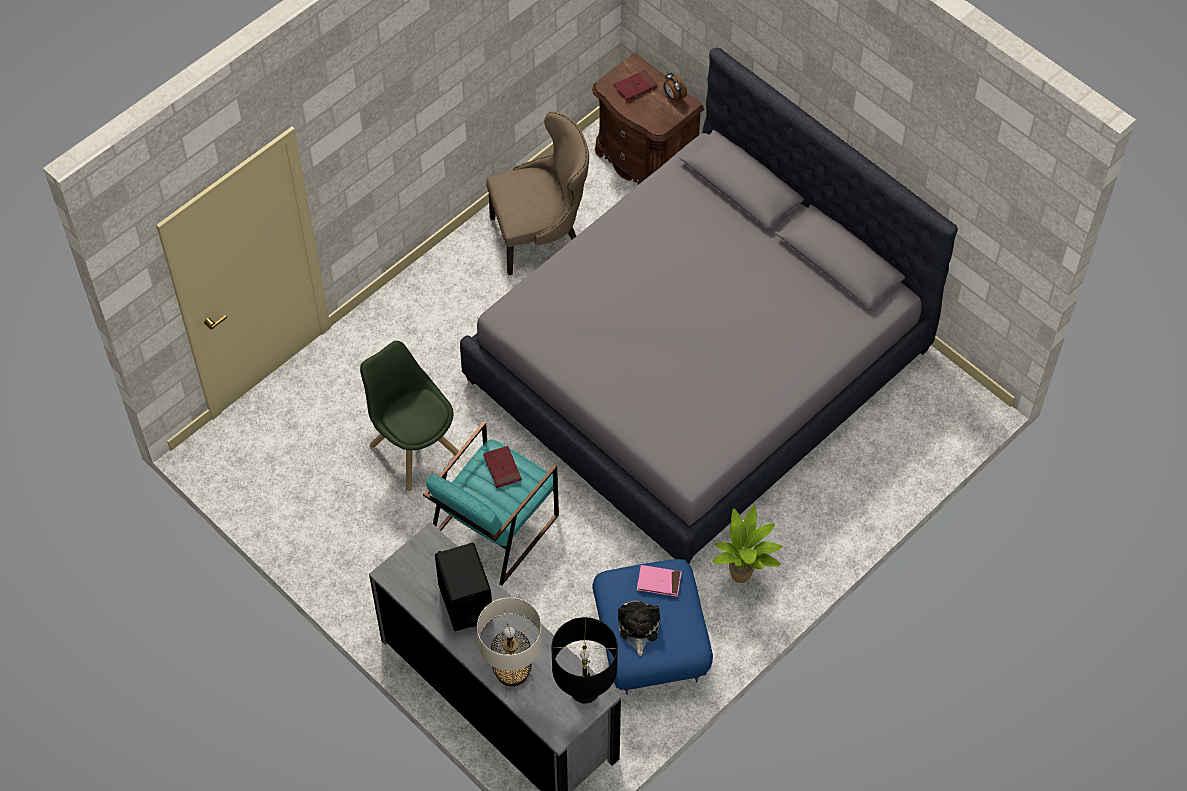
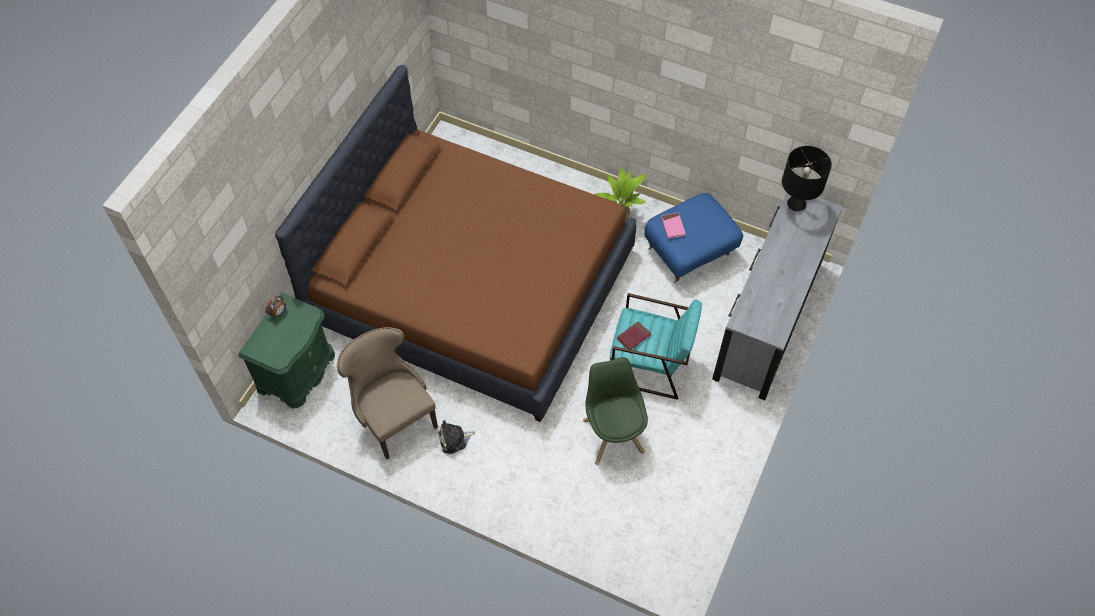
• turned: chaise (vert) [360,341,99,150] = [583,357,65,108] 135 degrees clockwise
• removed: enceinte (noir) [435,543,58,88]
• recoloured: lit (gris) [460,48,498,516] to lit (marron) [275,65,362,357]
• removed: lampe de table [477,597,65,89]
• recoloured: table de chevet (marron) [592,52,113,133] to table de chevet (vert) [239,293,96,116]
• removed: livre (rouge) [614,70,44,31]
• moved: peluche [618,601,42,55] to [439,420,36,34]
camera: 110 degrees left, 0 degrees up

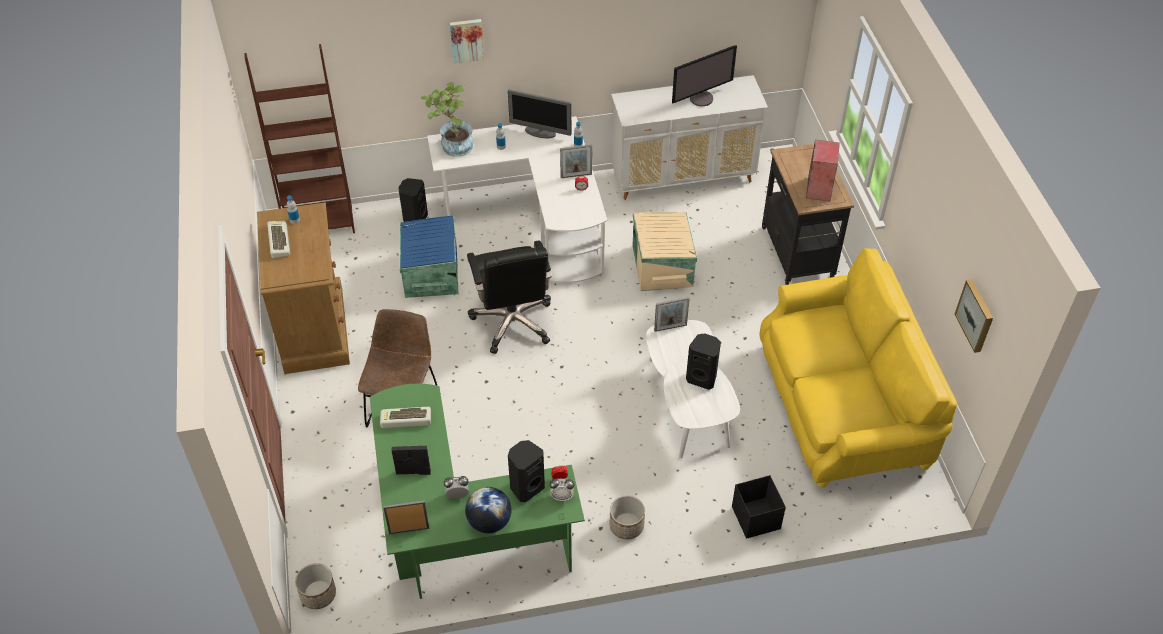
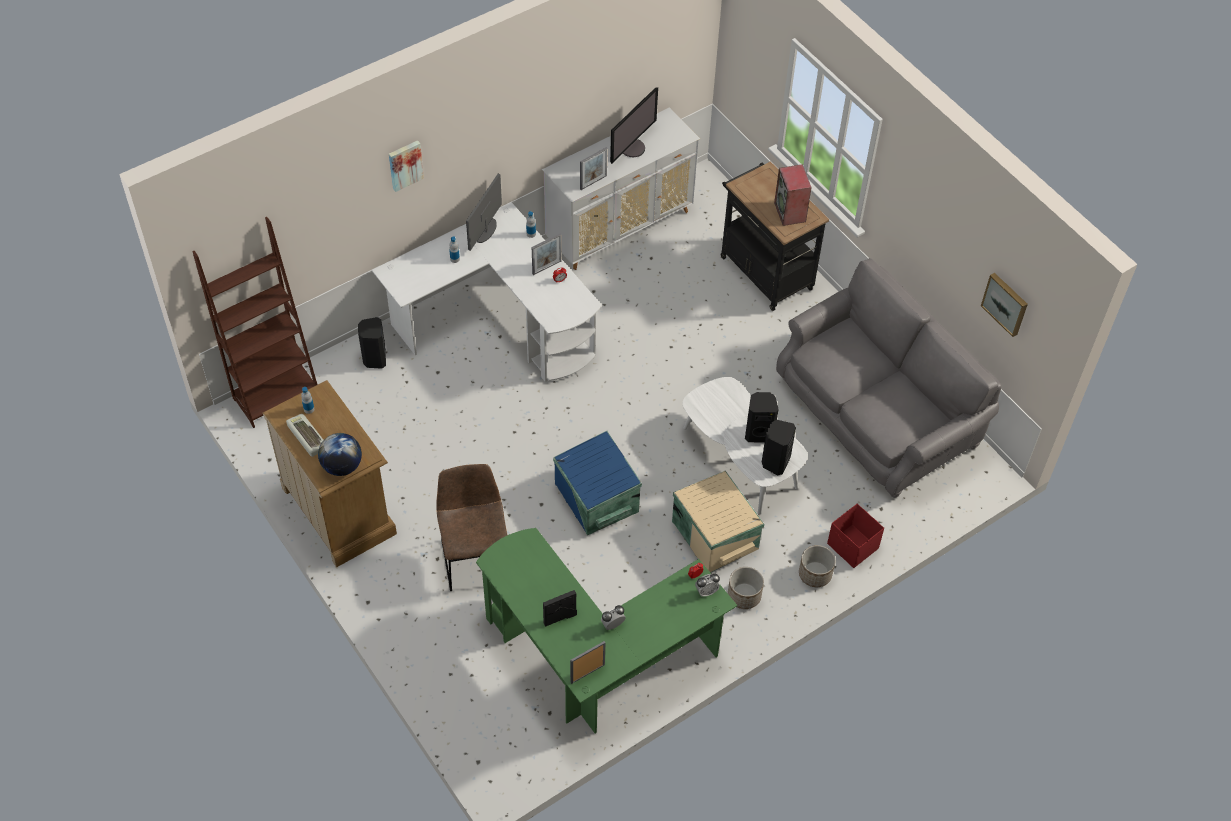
• moved: cache-pot [295,563,41,46] to [799,545,37,42]
• removed: clavier [380,407,51,21]
• moved: boîte de rangement (bleu) [400,215,59,83] to [553,431,89,104]
• removed: plante en pot [421,82,53,75]
• moved: globe [465,487,46,46] to [318,433,44,43]
• removed: chaise de bureau (noir) [467,241,85,113]
• turned: écran d'ordinateur [508,90,64,48] = [466,174,36,77] 120 degrees clockwise
• moved: enceinte (noir) [508,440,37,62] to [762,420,34,55]
• moved: boîte de rangement (beige) [632,212,65,79] to [672,470,92,103]
• moved: cadre photo [654,297,36,35] to [580,147,28,43]
• recoloured: boîte de rangement (noir) [732,475,54,64] to boîte de rangement (rouge) [827,504,57,64]
• recoloured: canapé (jaune) [759,248,198,240] to canapé (gris) [776,258,225,240]
camera: 25 degrees left, 5 degrees up

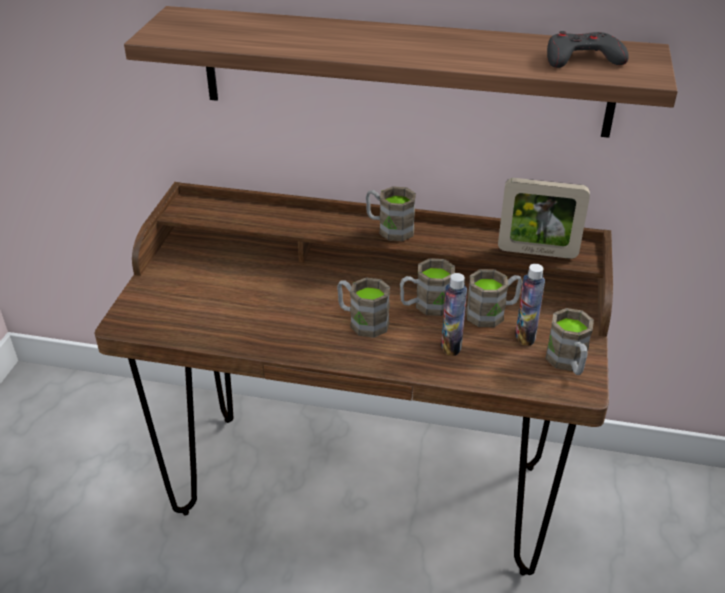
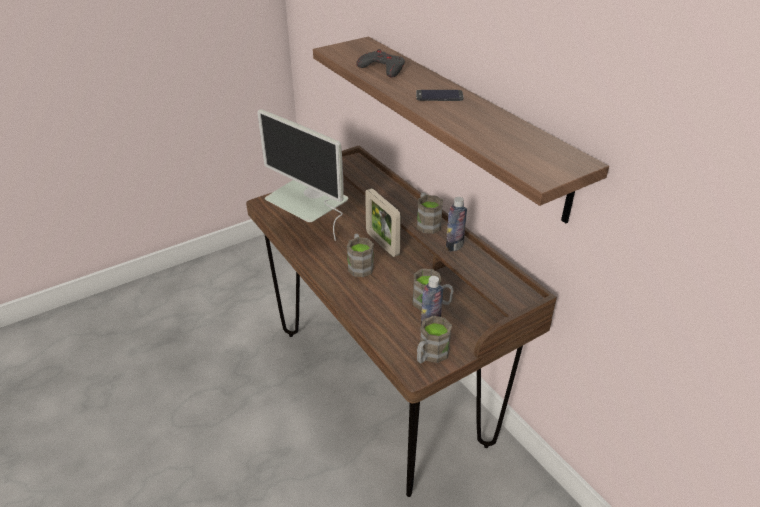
• removed: mug (marron) [400,258,55,58]
• moved: bouteille [441,273,26,83] to [446,197,21,55]
• moved: cadre photo [498,178,92,81] to [365,188,36,69]
• moved: manette (gris) [547,31,82,37] to [356,49,49,29]
• added: écran d'ordinateur [257,109,91,132]
• added: téléphone [416,90,48,11]
camera: 45 degrees right, 0 degrees up

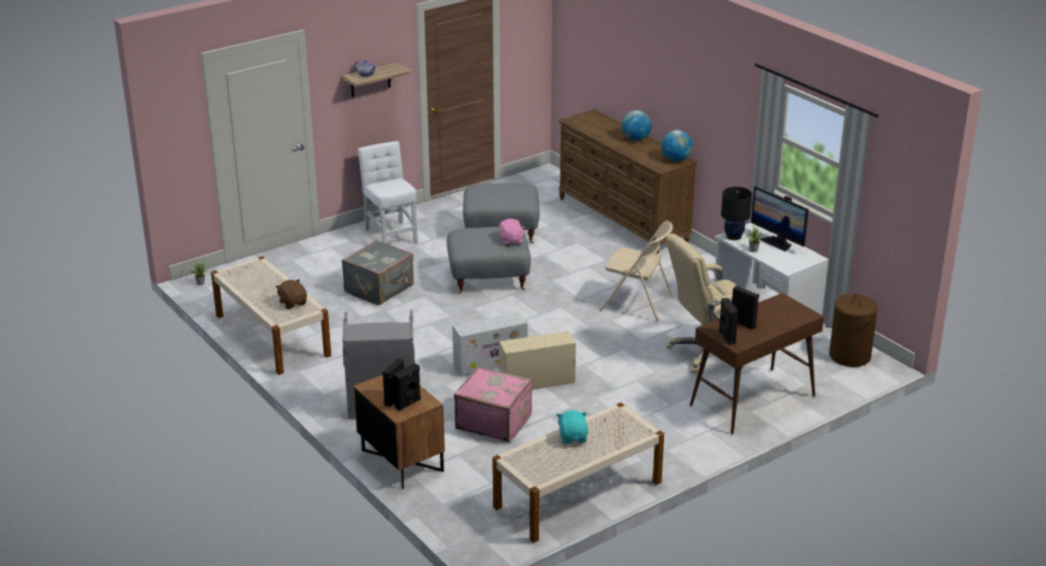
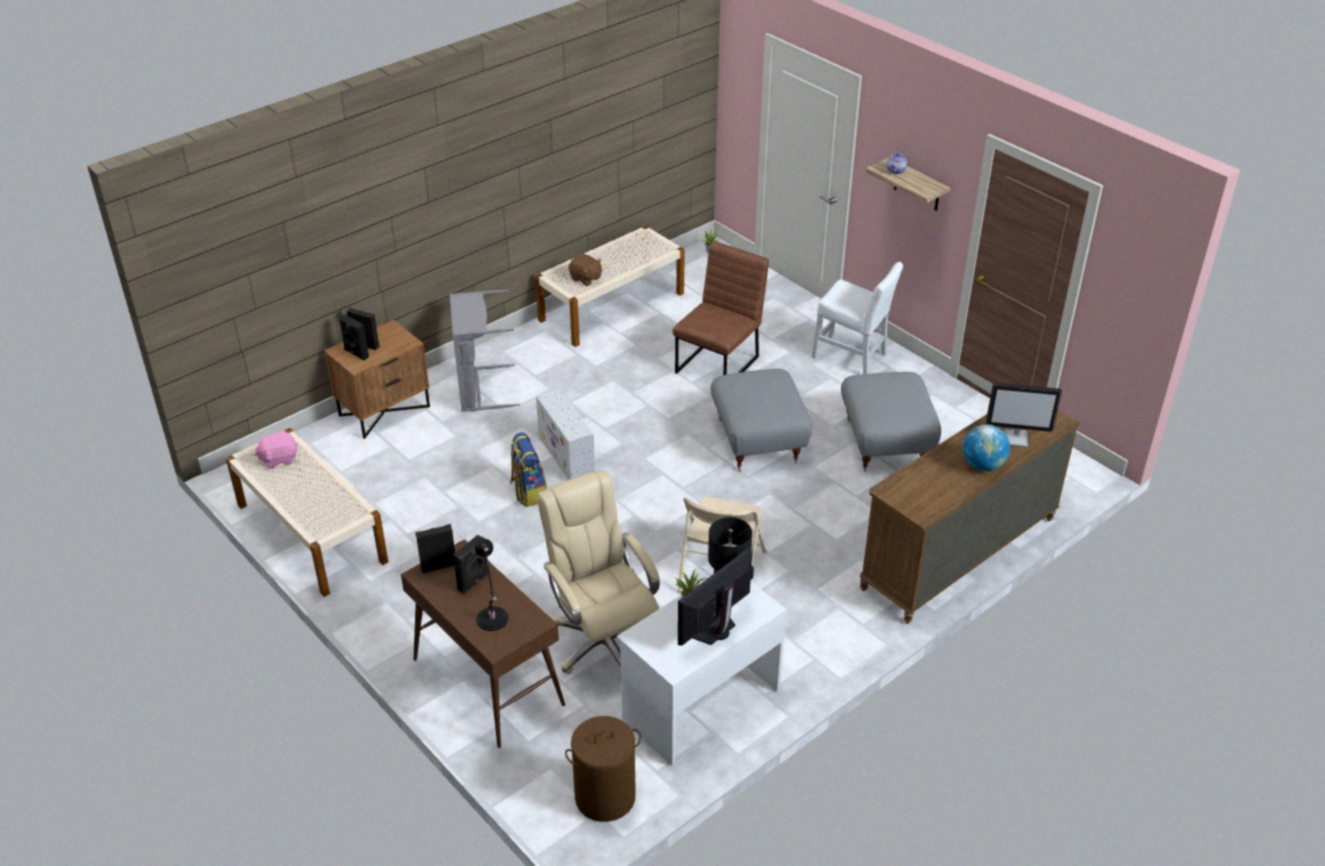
• turned: peluche (marron) [276,279,31,30] = [568,254,34,32] 75 degrees clockwise
• replaced: valise (gris) [341,240,73,65] to chaise (marron) [673,241,96,134]
• turned: chaise (blanc) [358,141,60,103] = [811,262,92,112] 60 degrees clockwise
• removed: valise (rose) [454,366,79,76]
• moved: peluche (rose) [499,219,26,27] to [254,431,44,38]
• replaced: boîte de rangement (beige) [499,331,77,59] to sac à dos [510,432,37,75]
• removed: peluche (turquoise) [557,410,31,34]
• removed: globe [661,130,32,32]
• added: lampe de table (noir) [475,539,33,92]
• added: écran d'ordinateur [986,382,76,65]
camera: 85 degrees right, 10 degrees up

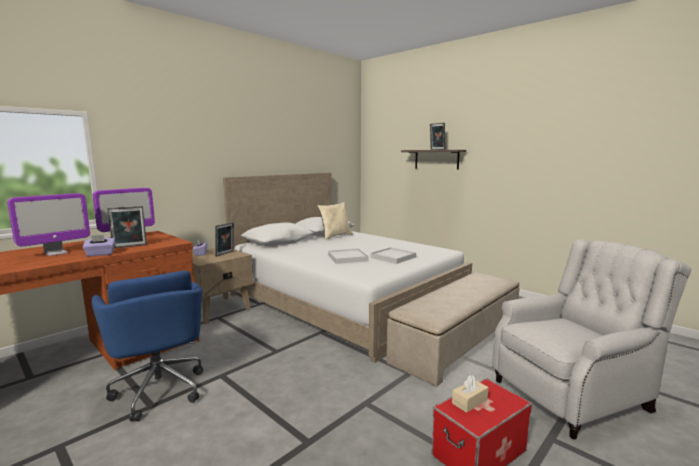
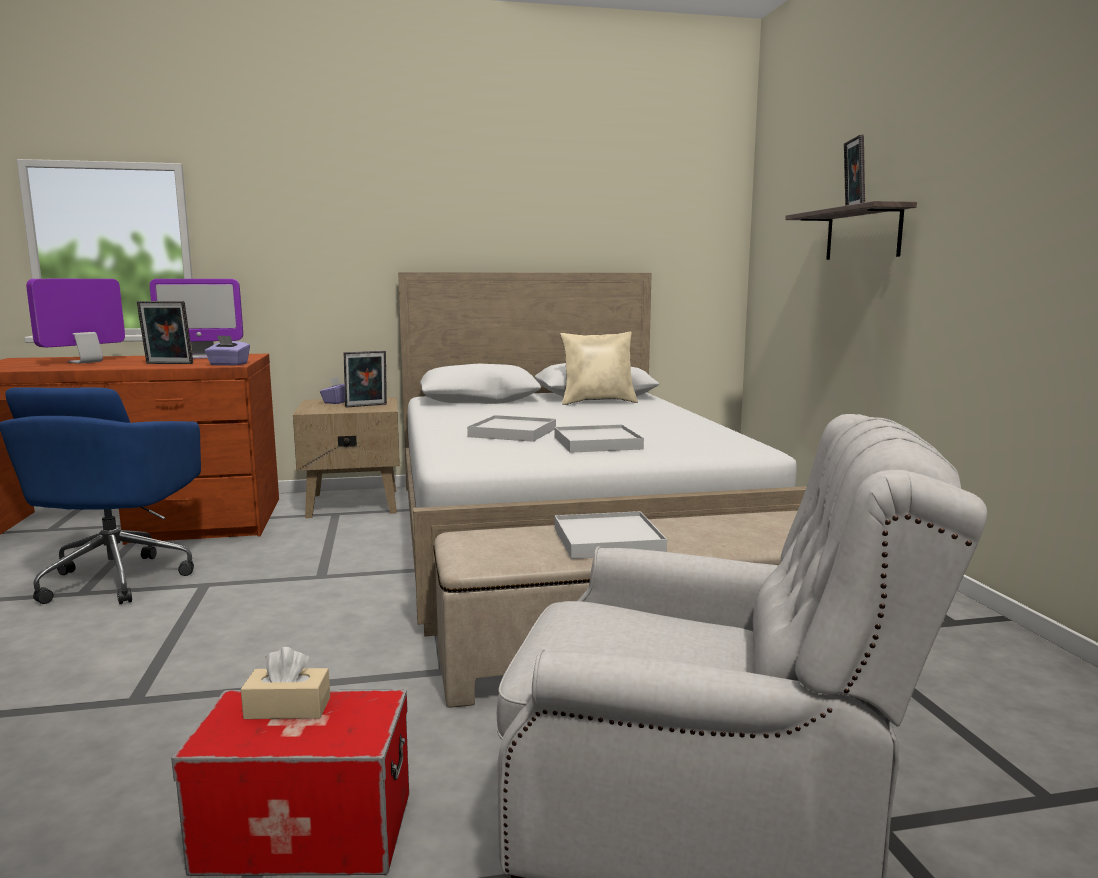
• turned: écran d'ordinateur [7,193,83,63] = [26,279,99,85] 135 degrees clockwise
• moved: boîte à mouchoirs (violet) [83,235,32,22] to [205,335,45,31]
• added: plateau (blanc) [555,511,112,48]
camera: 35 degrees right, 0 degrees up

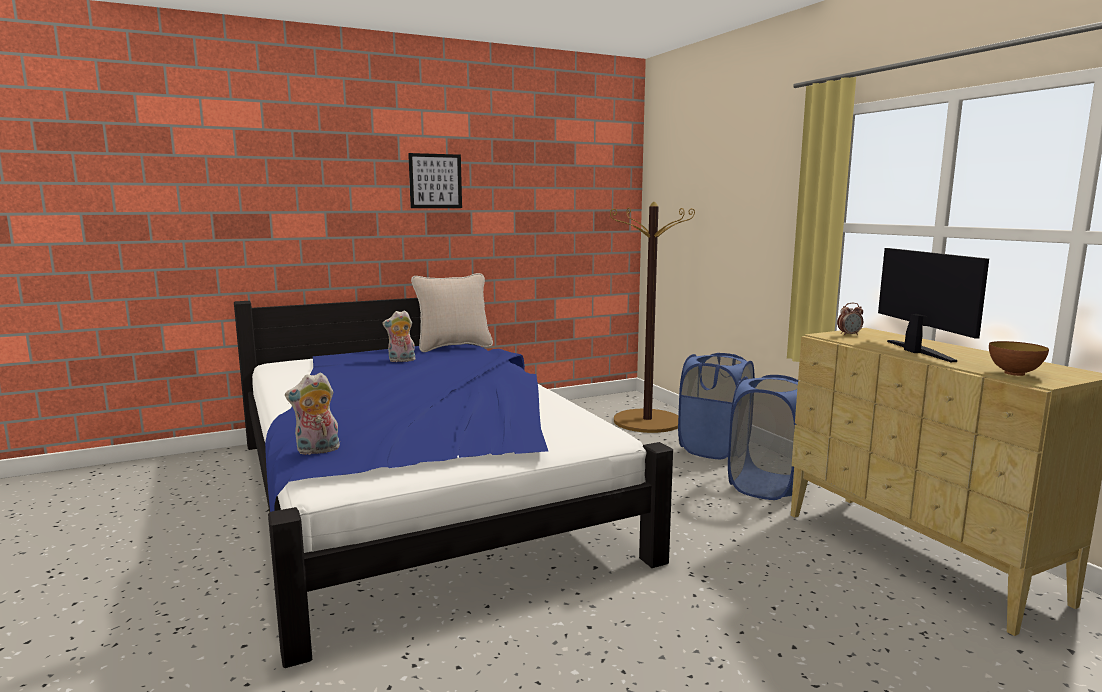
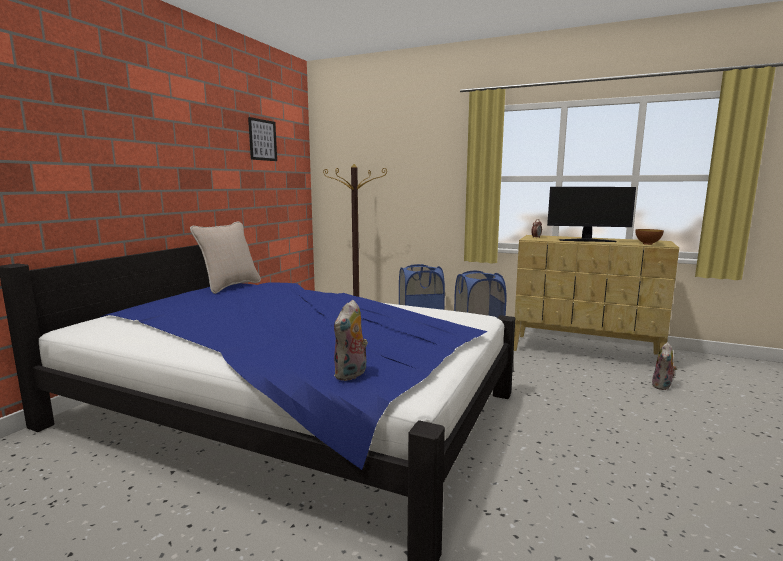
• moved: peluche [382,310,33,52] to [651,342,27,48]
• moved: tableau [408,153,54,55] to [248,117,29,44]
• turned: écran d'ordinateur [878,248,111,114] = [547,187,89,55] 150 degrees clockwise
camera: 40 degrees left, 0 degrees up

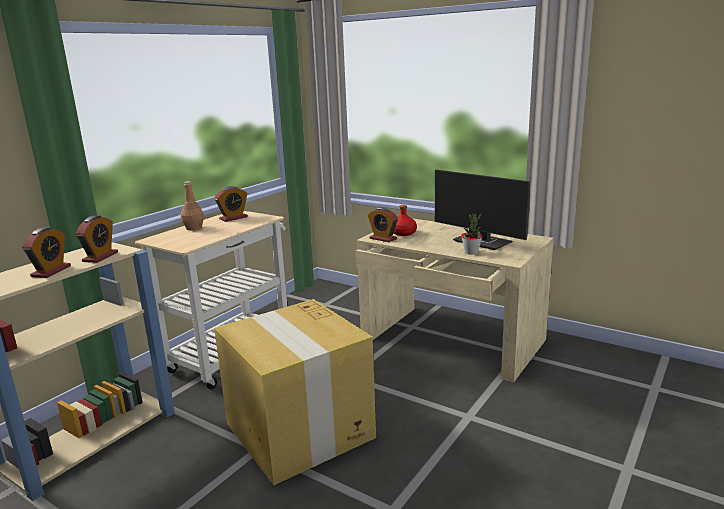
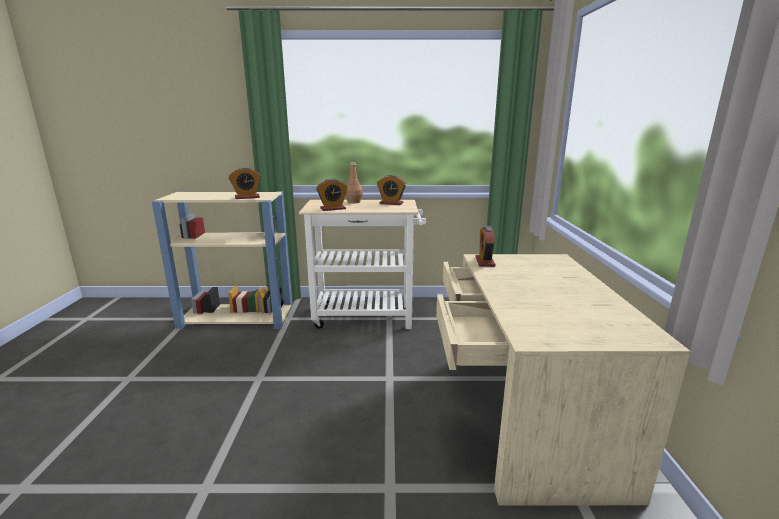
• moved: réveil [22,227,49,51] to [316,178,32,33]
• removed: carton [214,299,162,186]
• removed: bouteille (rouge) [394,205,23,31]
• removed: écran d'ordinateur [435,169,95,81]
• removed: plante en pot [461,213,21,42]
camera: 55 degrees right, 0 degrees up

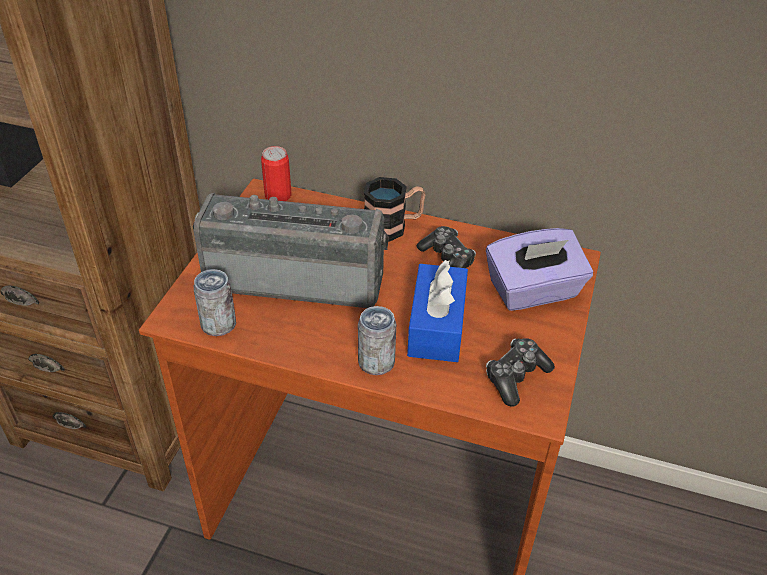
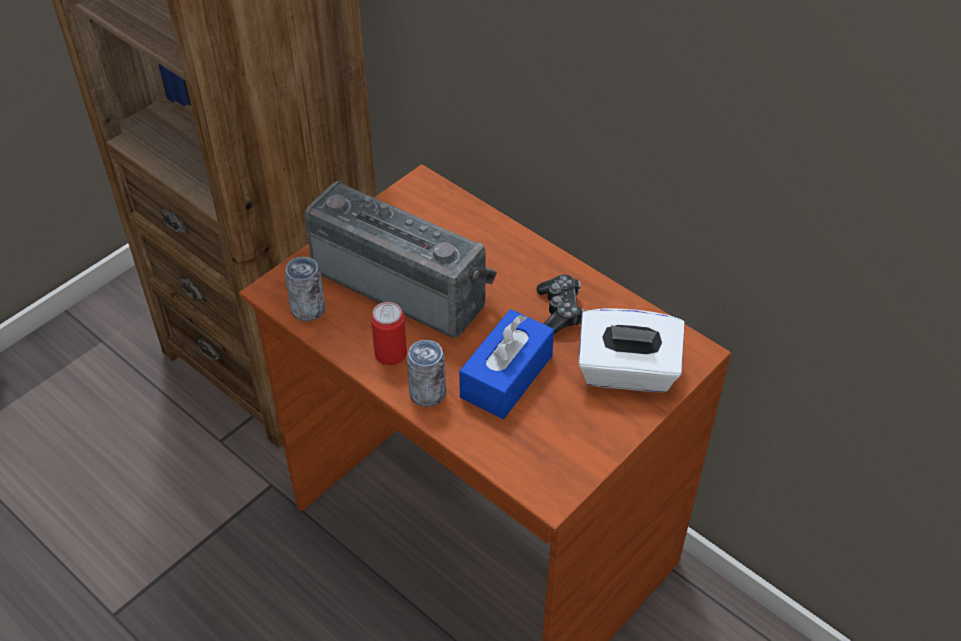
• moved: boîte métallique [261,146,31,55] to [371,302,36,63]
• removed: mug [364,177,61,65]
• recoloured: boîte à mouchoirs (violet) [486,228,107,83] to boîte à mouchoirs (blanc) [578,309,106,83]
• removed: manette [486,338,69,68]
camera: 25 degrees right, 5 degrees up

